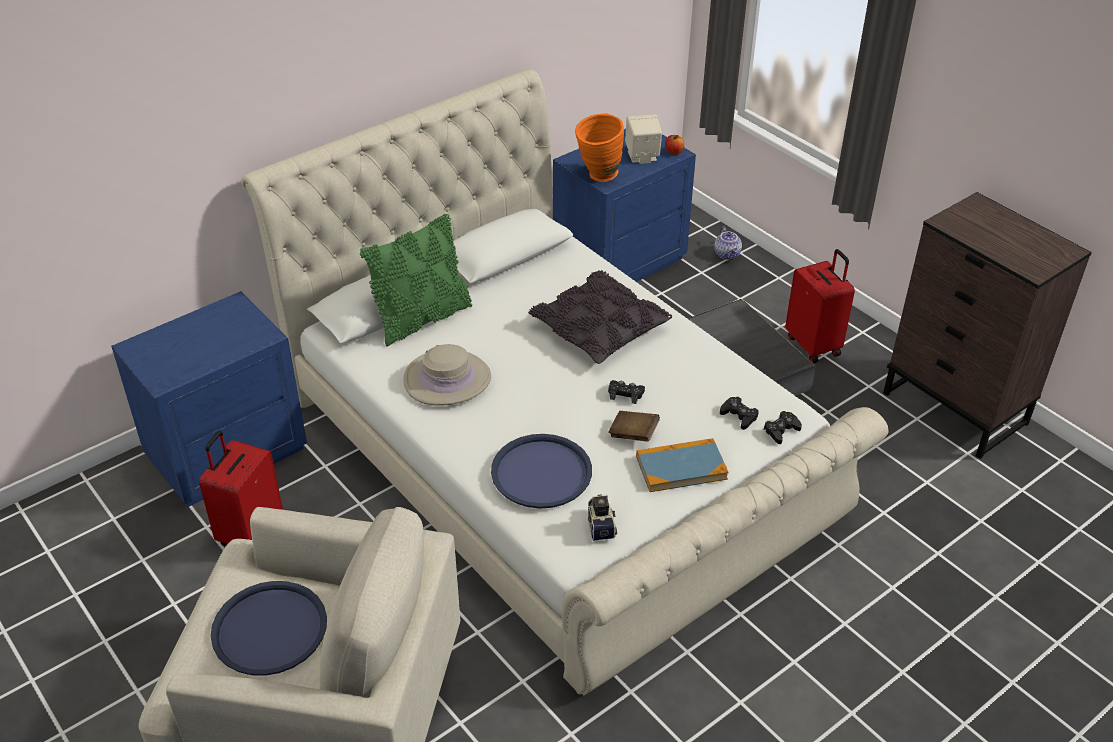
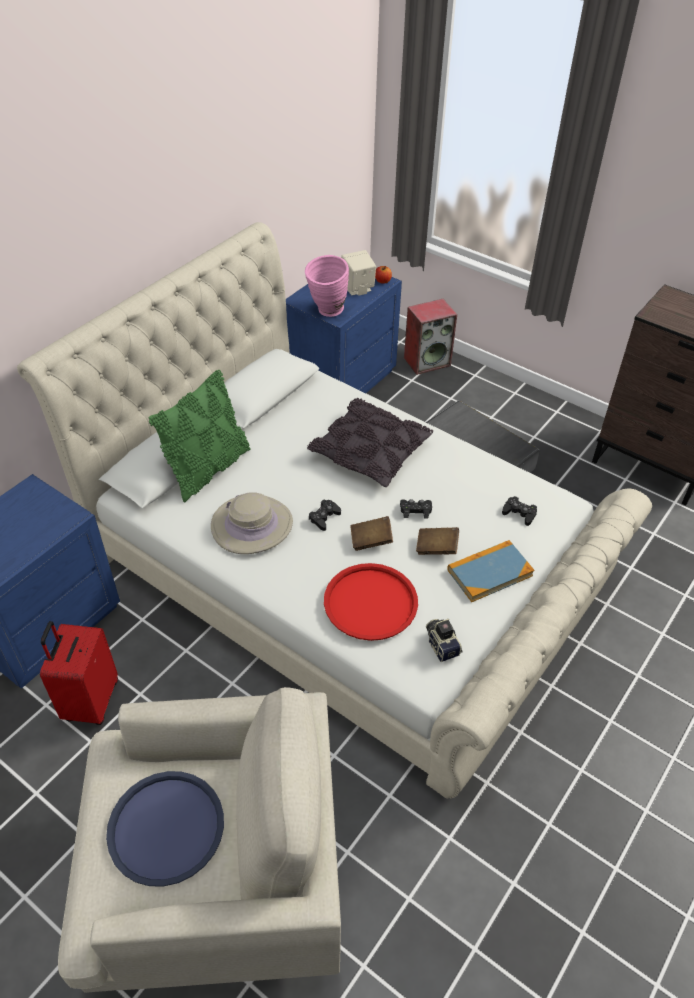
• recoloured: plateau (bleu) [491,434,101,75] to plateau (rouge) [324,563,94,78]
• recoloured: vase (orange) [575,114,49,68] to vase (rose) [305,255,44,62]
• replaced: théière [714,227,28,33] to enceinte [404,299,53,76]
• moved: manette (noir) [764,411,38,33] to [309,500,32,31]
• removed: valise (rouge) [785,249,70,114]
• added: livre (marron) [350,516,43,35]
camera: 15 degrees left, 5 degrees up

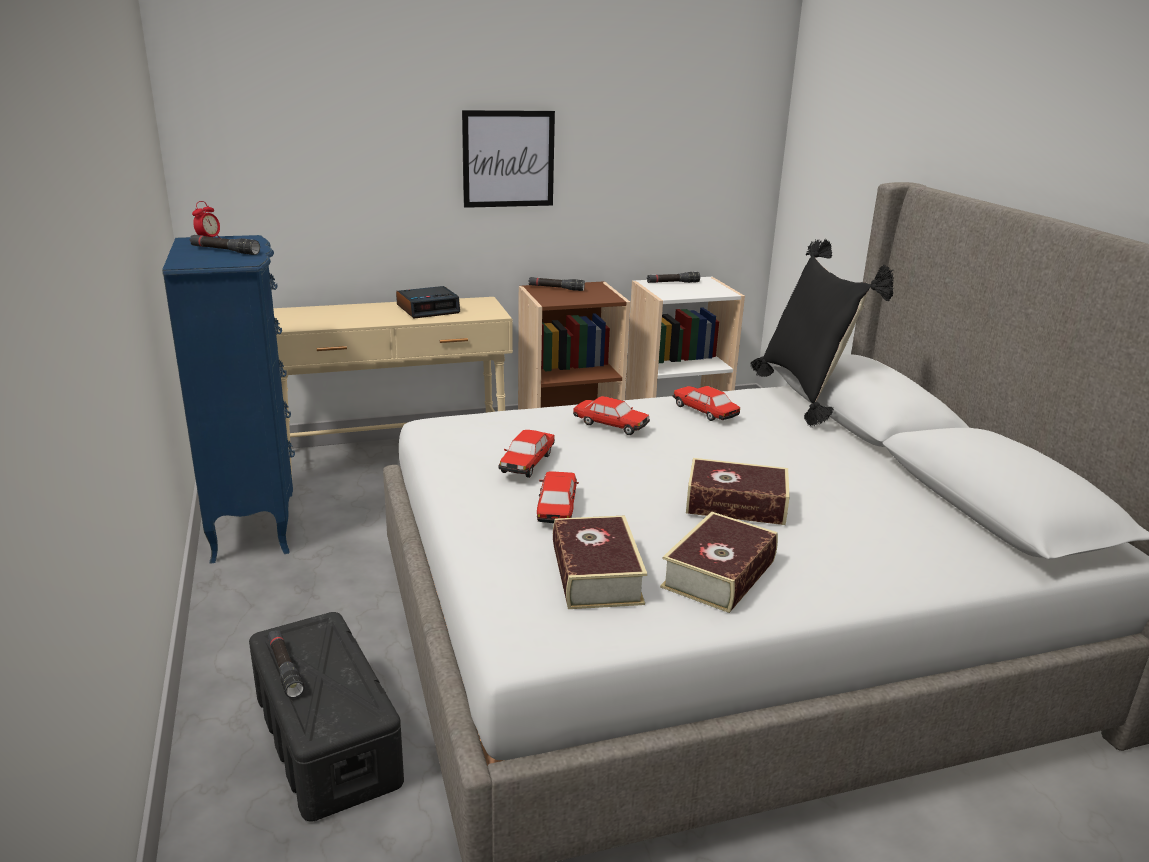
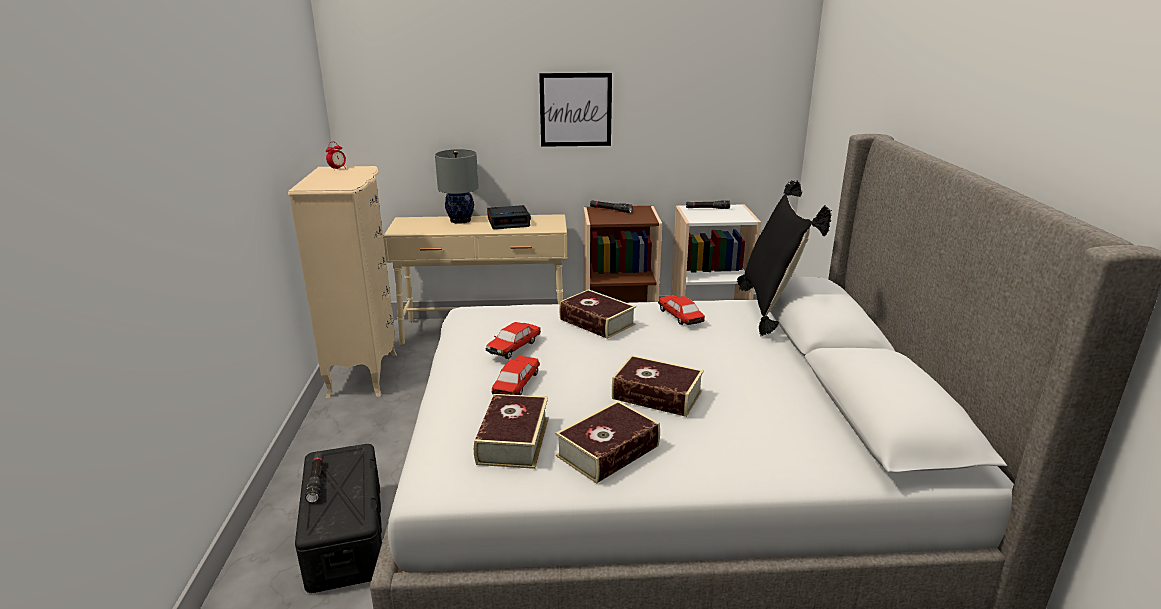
• recoloured: commode (bleu) [162,235,133,329] to commode (beige) [288,166,109,232]
• removed: lampe de poche (noir) [190,235,70,20]
• replaced: petite voiture [573,396,77,39] to livre [559,289,77,50]
• added: lampe de table (gris) [435,149,44,75]
camera: 15 degrees right, 0 degrees up

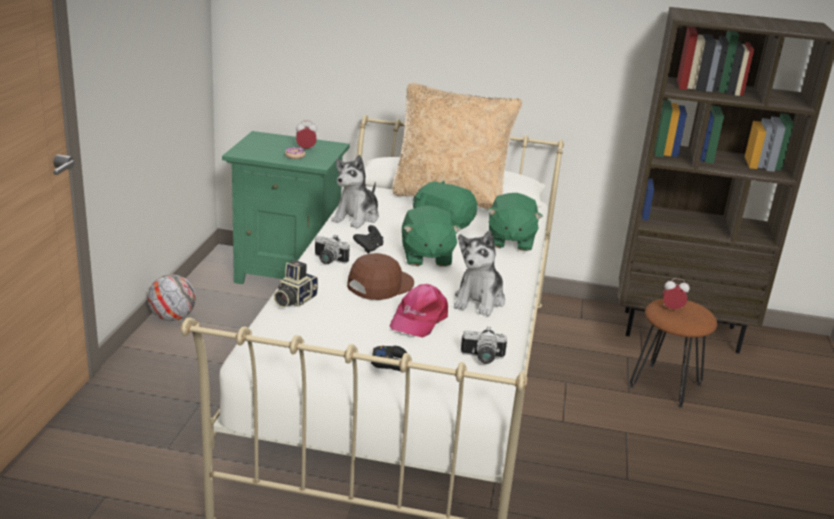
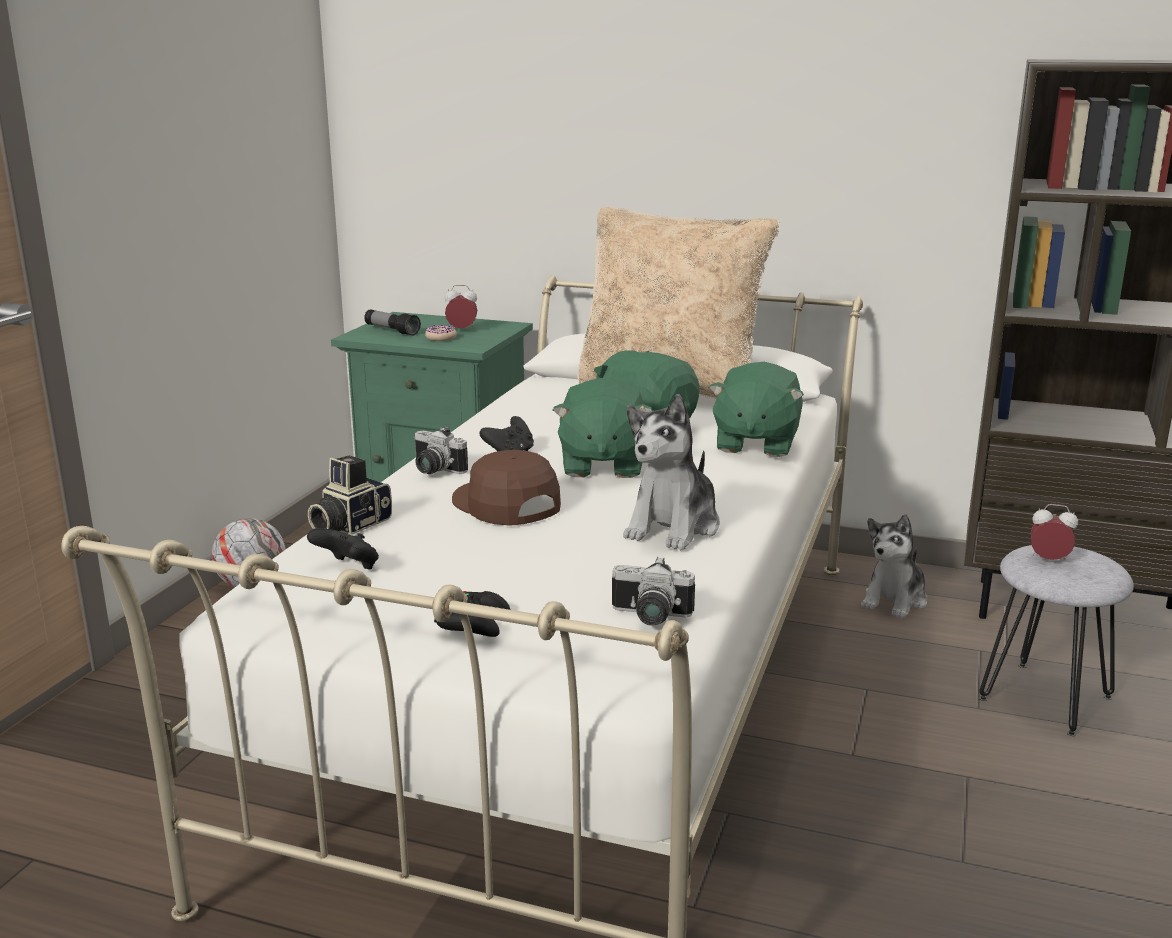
• moved: peluche [331,155,48,73] to [861,514,66,105]
• turned: casquette (marron) [347,253,67,47] = [452,450,109,76] 90 degrees counterclockwise
• removed: casquette (rose) [390,284,58,54]
• recoloured: tabouret (marron) [629,299,88,109] to tabouret (gris) [979,545,155,191]
• added: manette (noir) [307,528,72,42]
• added: lampe de poche [364,309,57,27]
camera: 10 degrees right, 5 degrees down

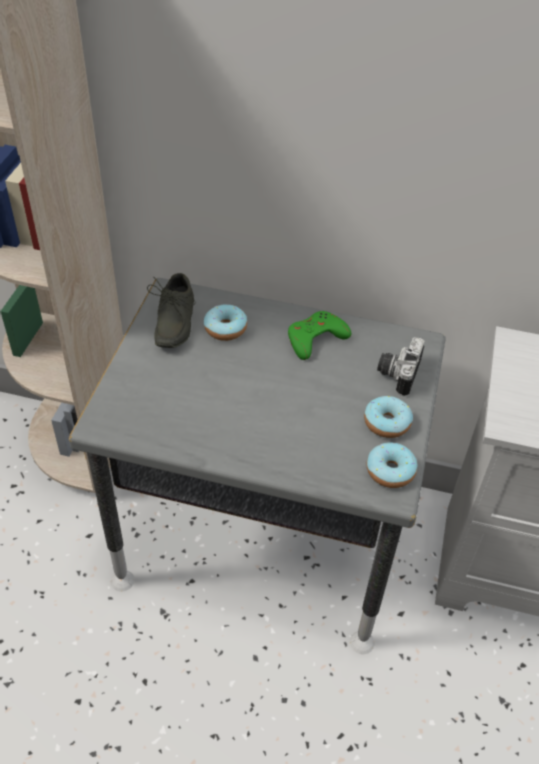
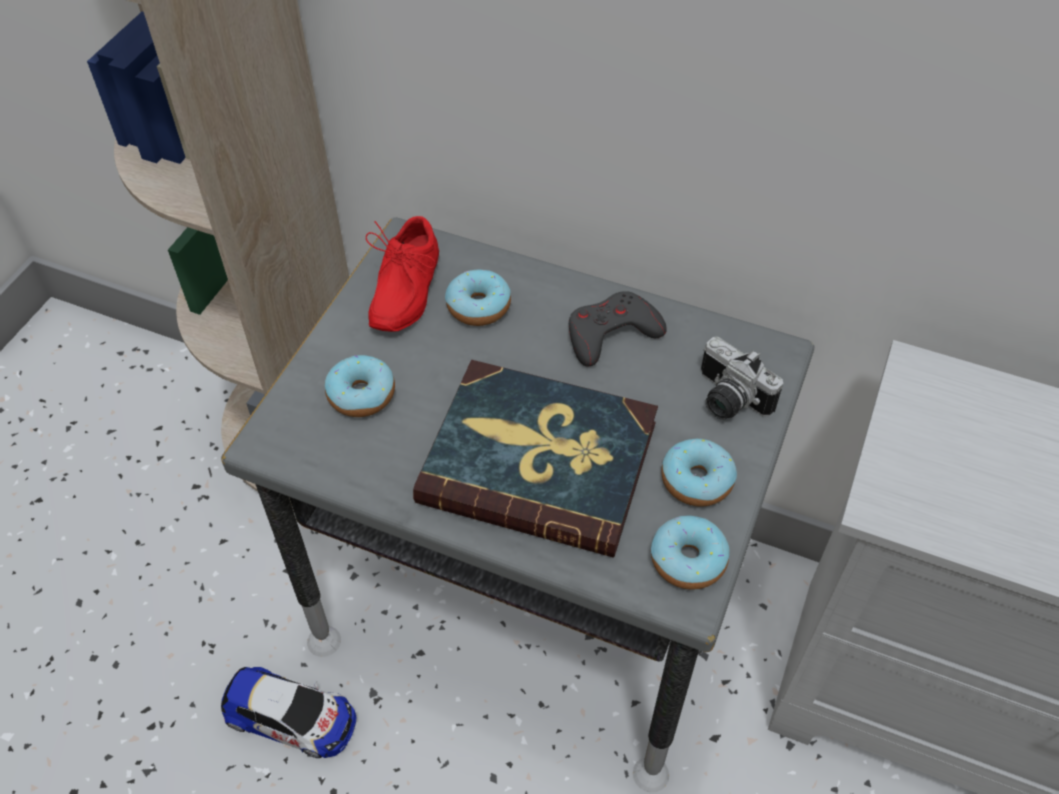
• recoloured: chaussure (gris) [147,273,49,75] to chaussure (rouge) [366,216,73,116]
• recoloured: manette (vert) [288,311,63,49] to manette (gris) [569,291,98,76]
• turned: appareil photo [377,337,47,59] = [701,337,82,83] 75 degrees counterclockwise
• added: petite voiture [221,667,135,91]
• added: beignet [325,355,70,62]
• added: livre [413,360,245,198]
camera: 10 degrees right, 5 degrees up

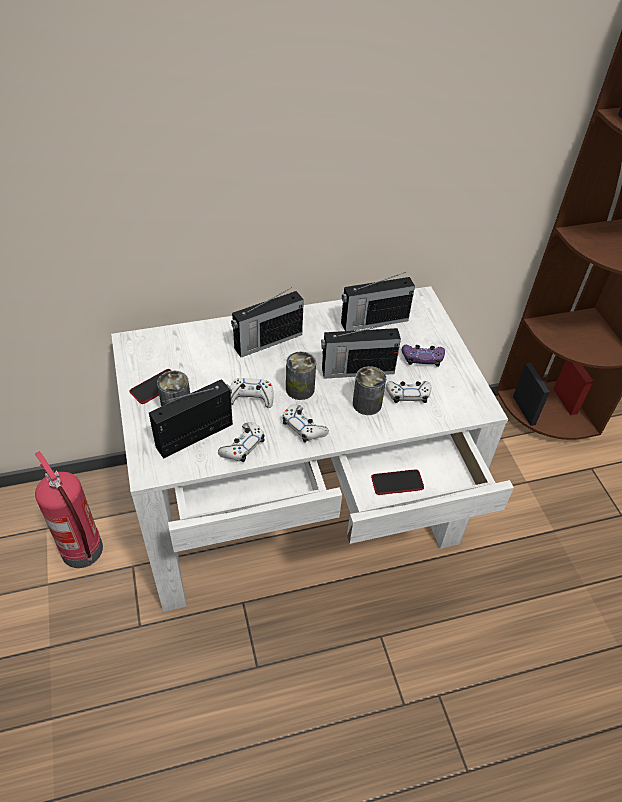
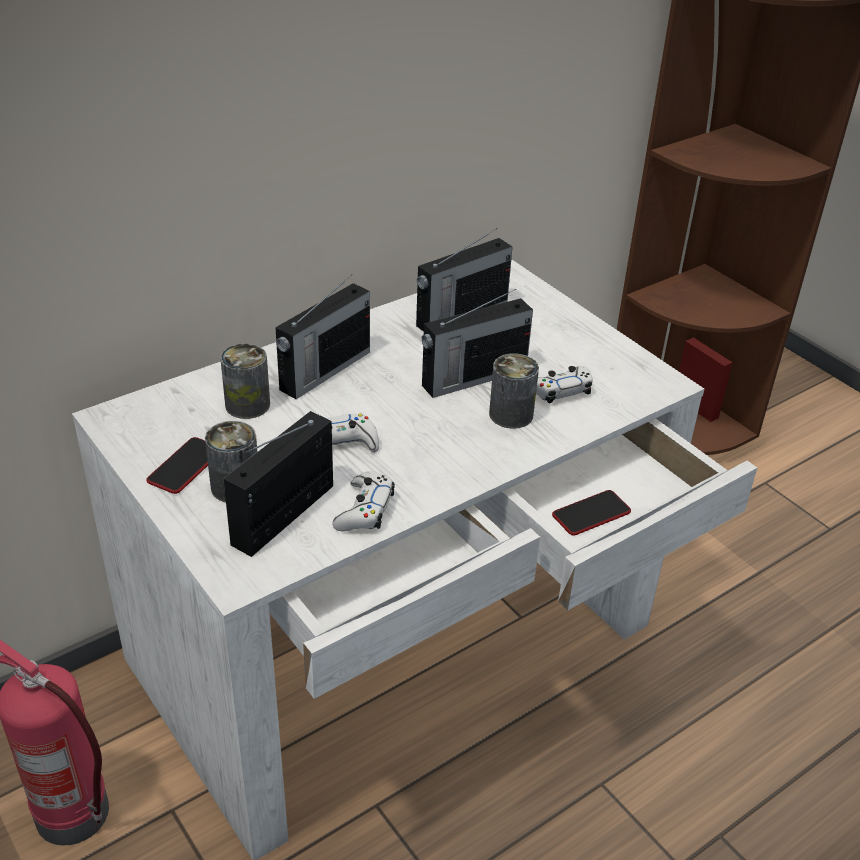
• removed: manette (blanc) [283,405,46,38]
• moved: boîte métallique [286,352,30,48] to [220,344,50,75]
• removed: manette (violet) [402,345,43,22]
camera: 20 degrees left, 10 degrees down

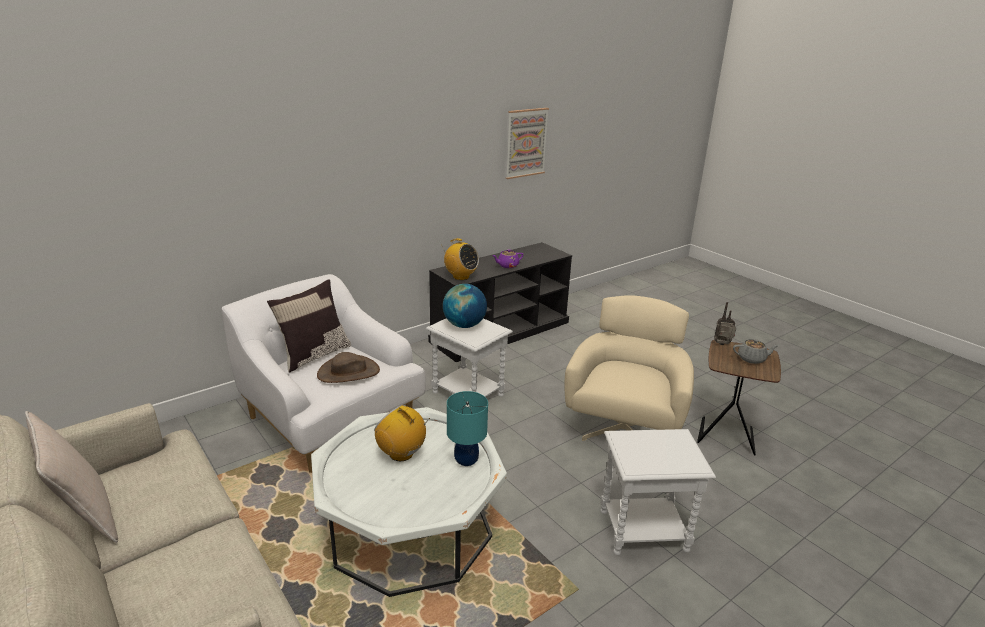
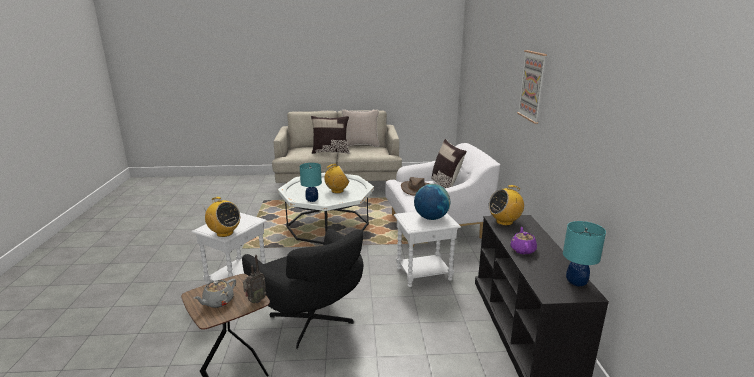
• moved: tableau [506,108,43,71] to [517,50,30,74]
• recoloured: fauteuil (beige) [565,295,129,146] to fauteuil (noir) [242,228,122,121]
• added: radio [202,197,38,40]
• added: coussin [311,116,39,38]
• added: lampe de table (turquoise) [563,221,43,65]
camera: 125 degrees right, 5 degrees down

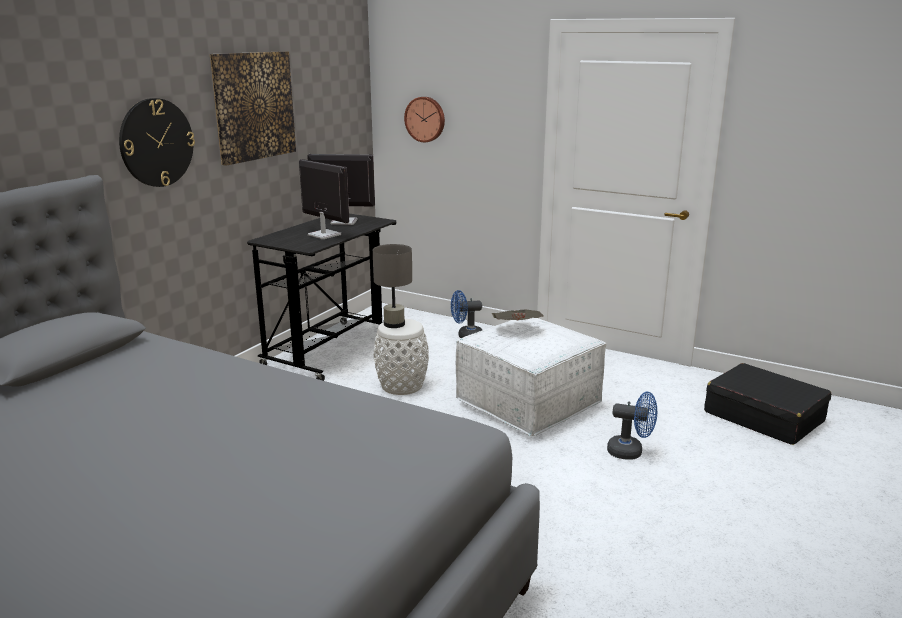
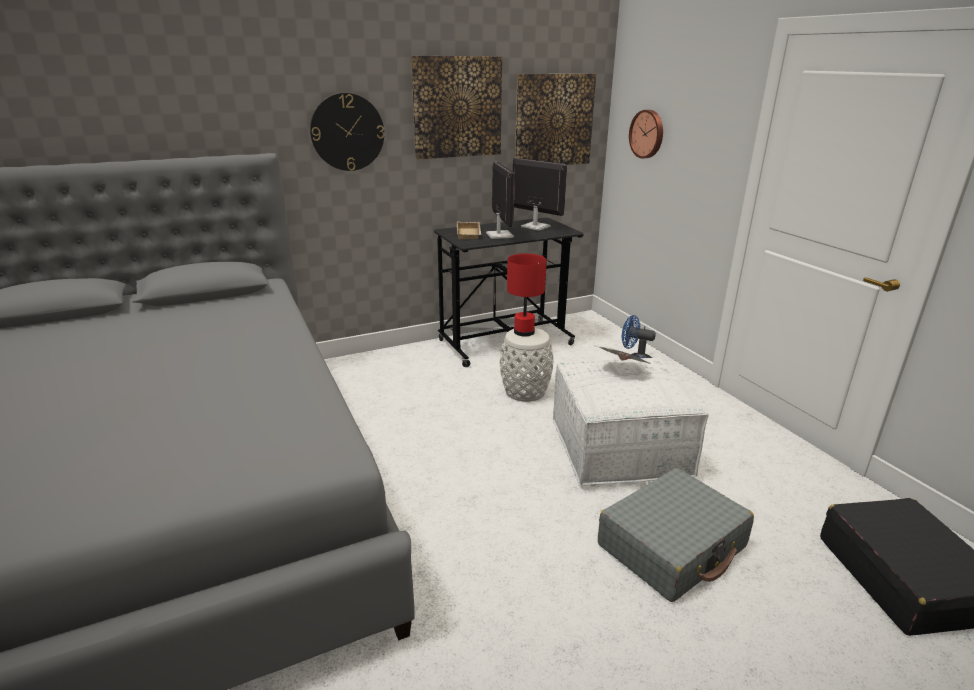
• recoloured: lampe de table (gris) [373,244,39,84] to lampe de table (rouge) [507,253,39,83]
• replaced: ventilateur (bleu) [607,392,50,68] to valise (gris) [598,468,156,134]
• added: plateau (beige) [457,221,25,19]
• added: tableau [515,74,81,91]
camera: 35 degrees right, 5 degrees up

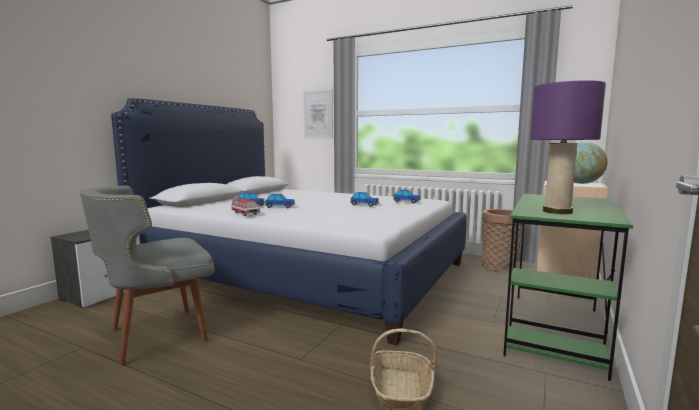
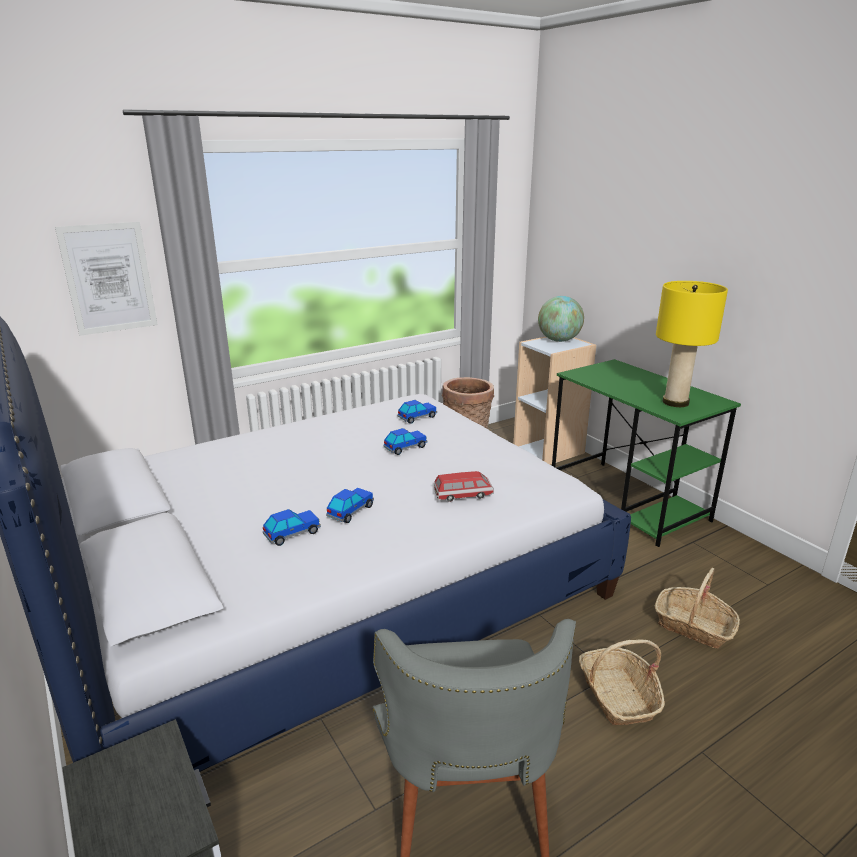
• moved: petite voiture [231,198,29,18] to [434,471,60,31]
• recoloured: lampe de table (violet) [530,80,76,134] to lampe de table (jaune) [656,281,72,126]
• added: panier [579,639,86,86]
camera: 60 degrees left, 15 degrees up

